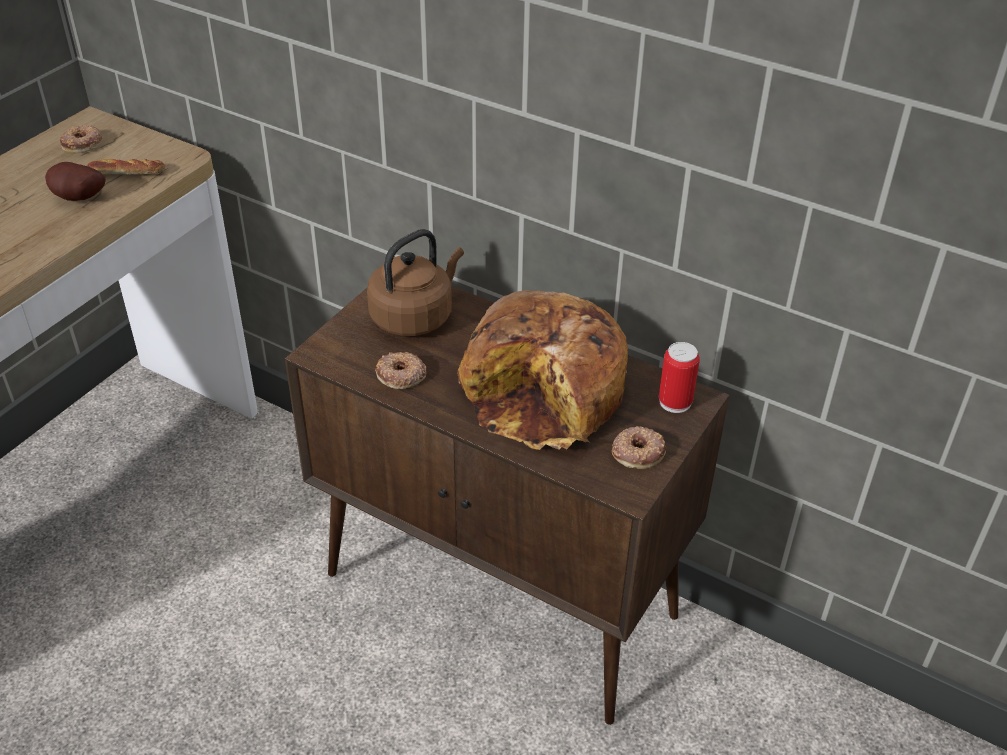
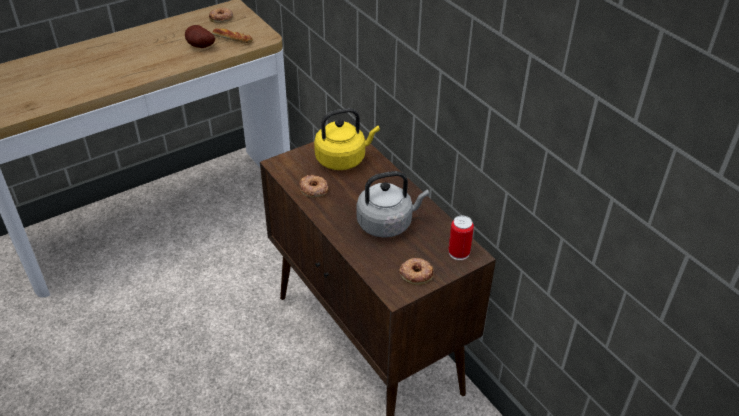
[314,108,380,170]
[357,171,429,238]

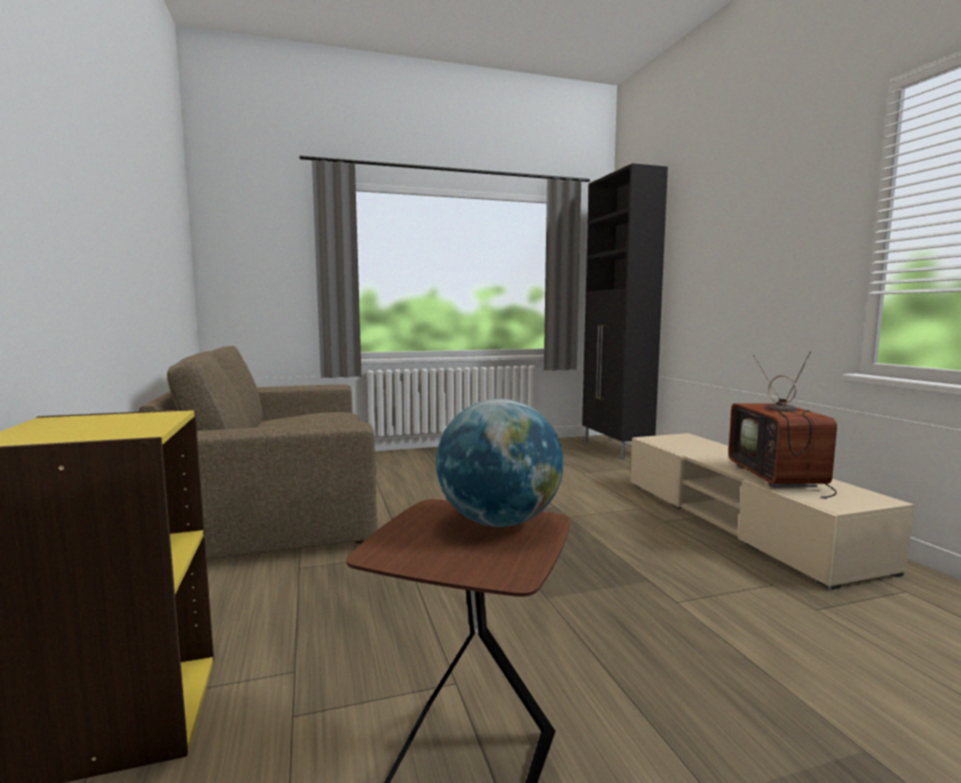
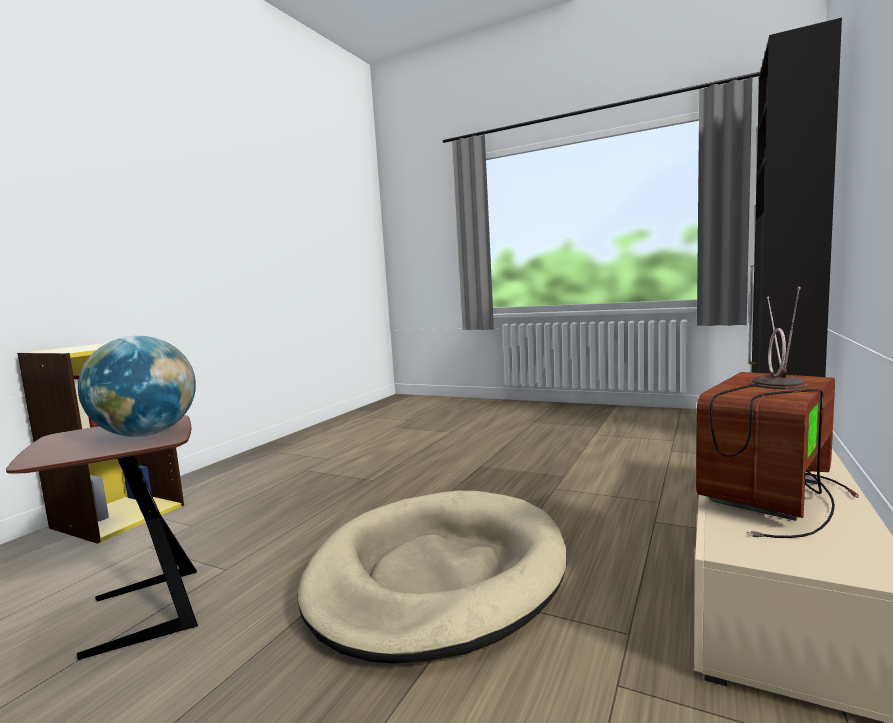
[298,491,567,664]
[139,346,377,559] (first image)

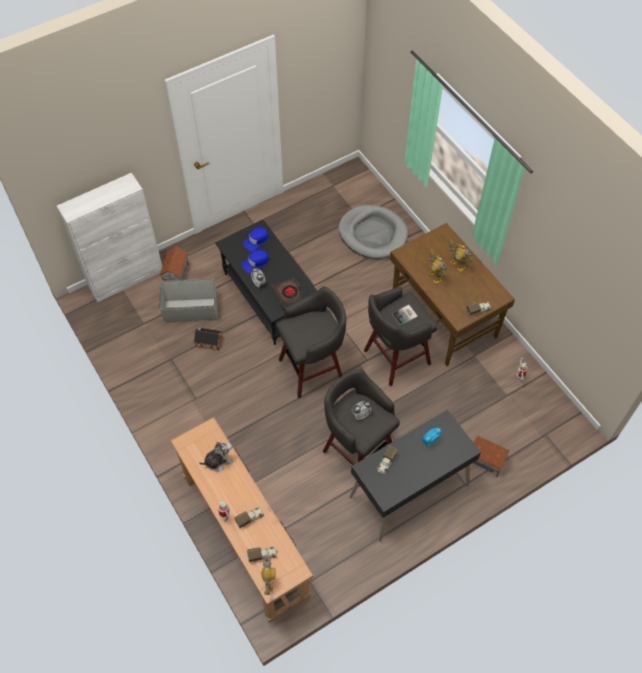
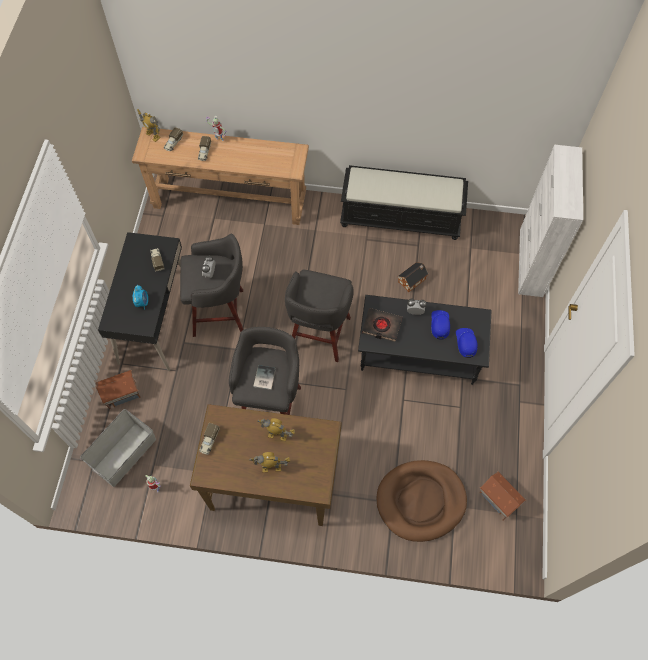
[80,409,156,487]
[340,165,468,240]
[377,460,467,542]
[480,471,526,521]
[199,442,233,471] (first image)

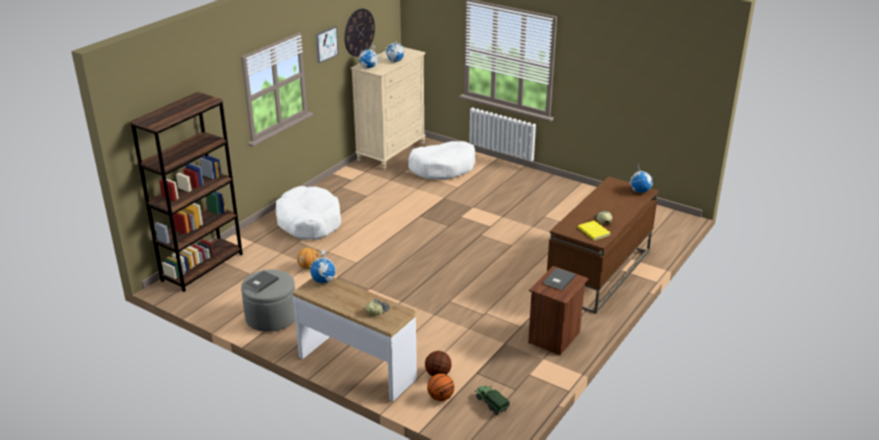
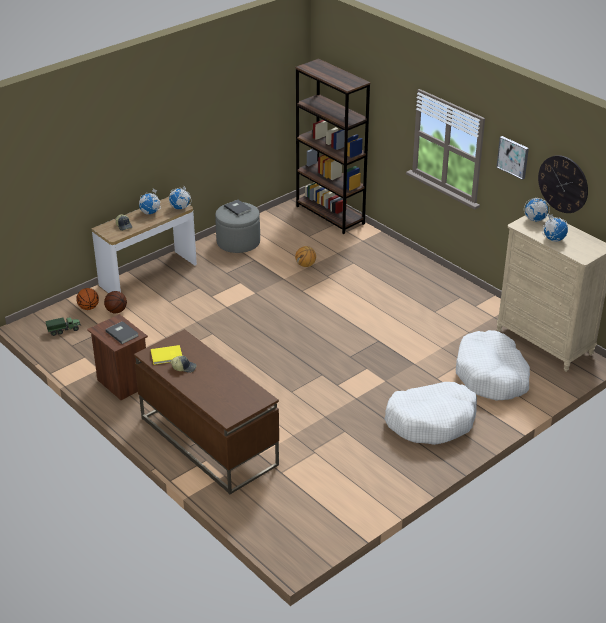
[139,188,161,215]
[384,382,477,445]

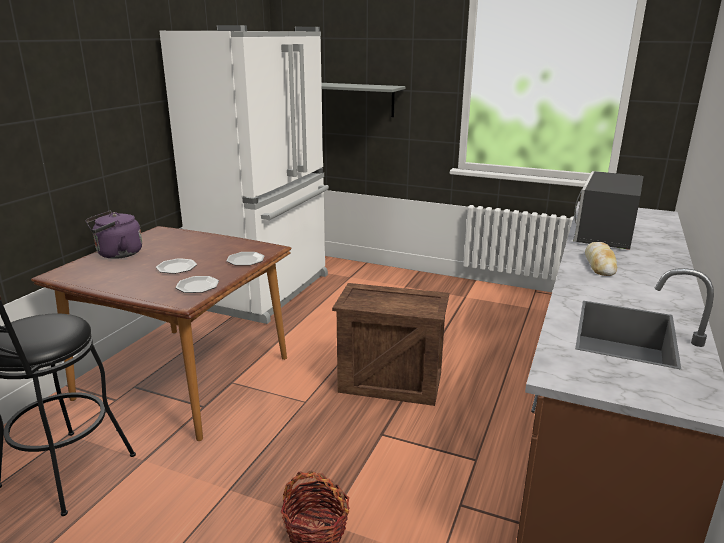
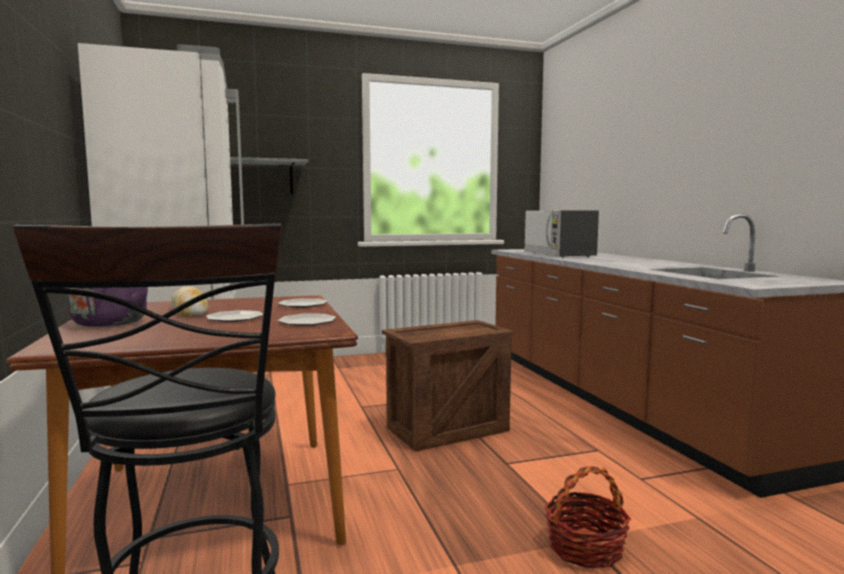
[171,286,208,317]

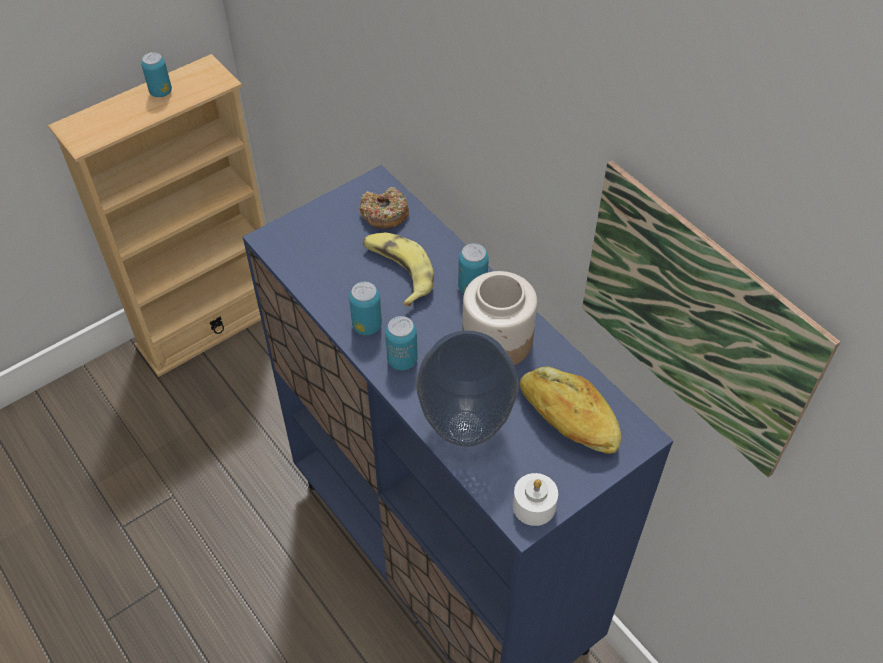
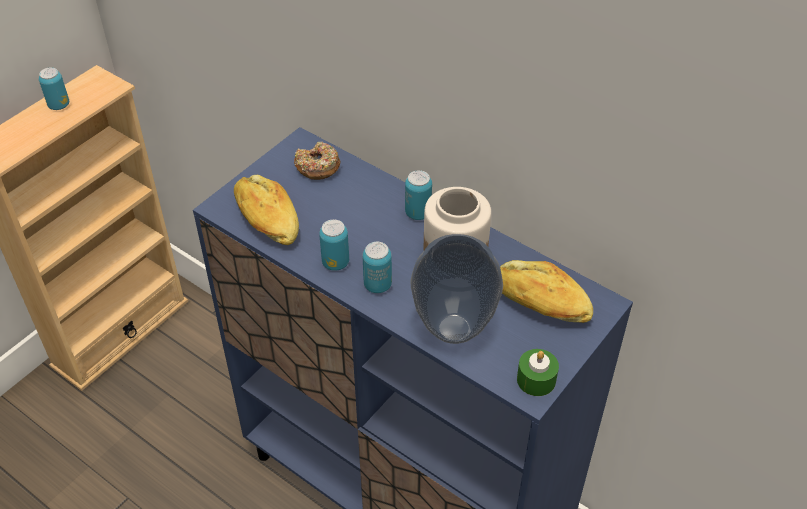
[234,175,299,245]
[517,349,559,396]
[363,233,434,307] (first image)
[582,161,840,478] (first image)

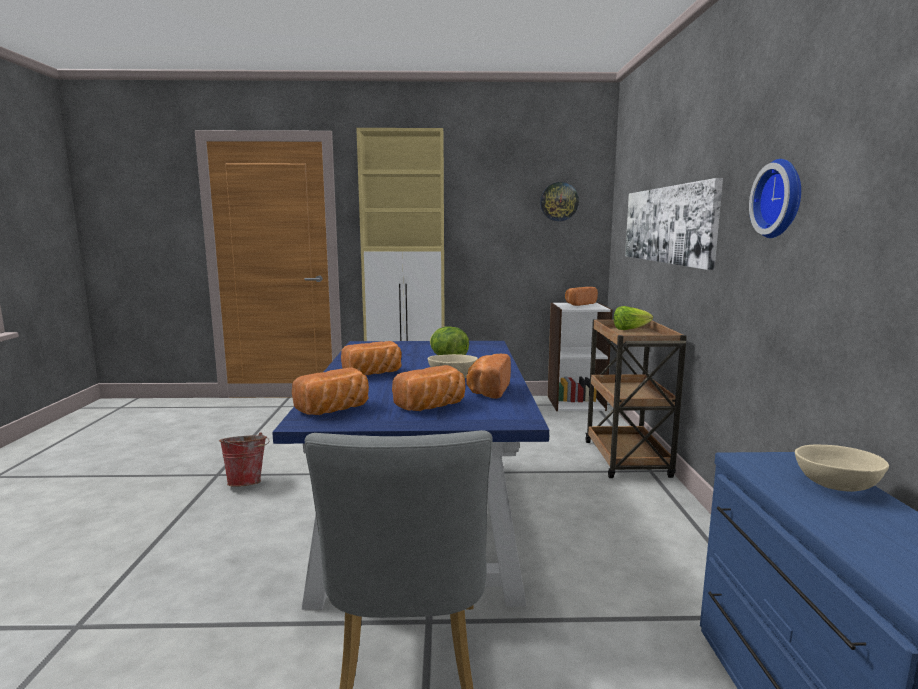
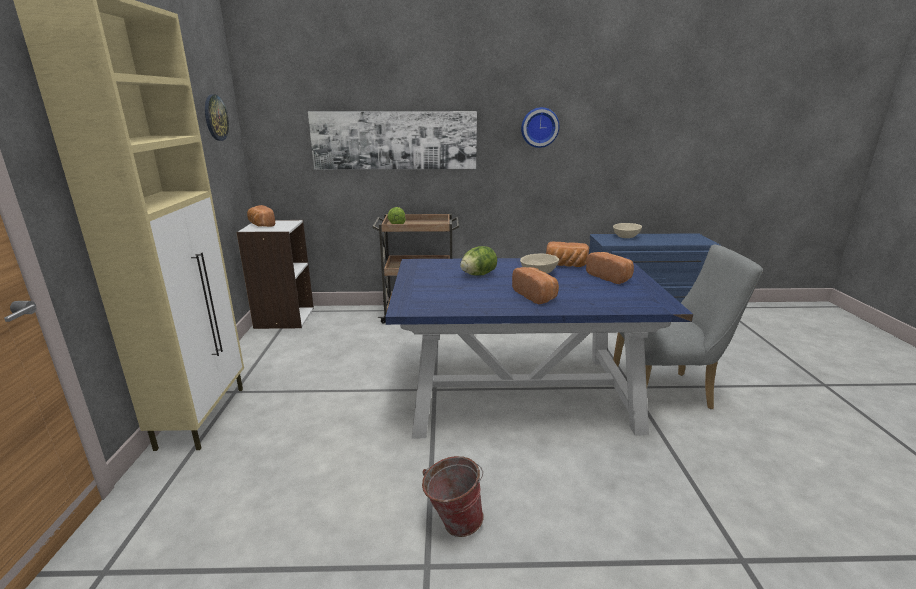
[292,367,369,415] (first image)

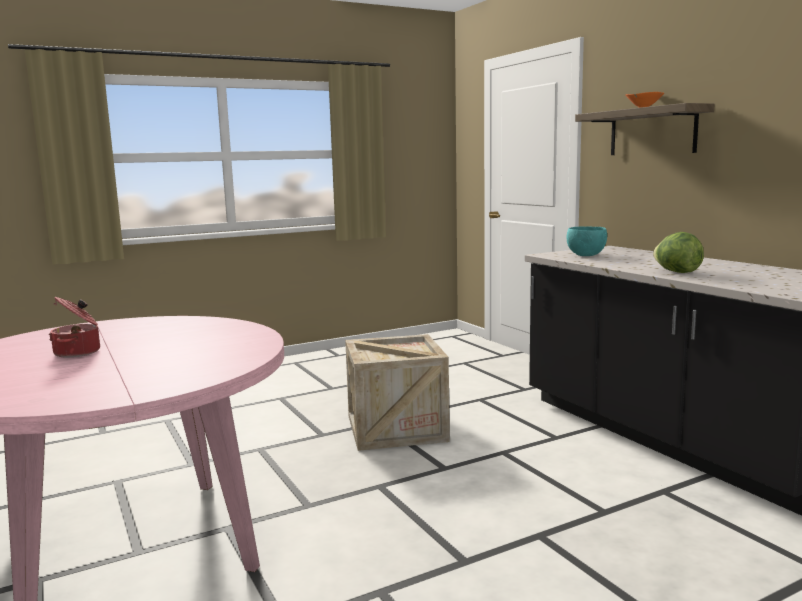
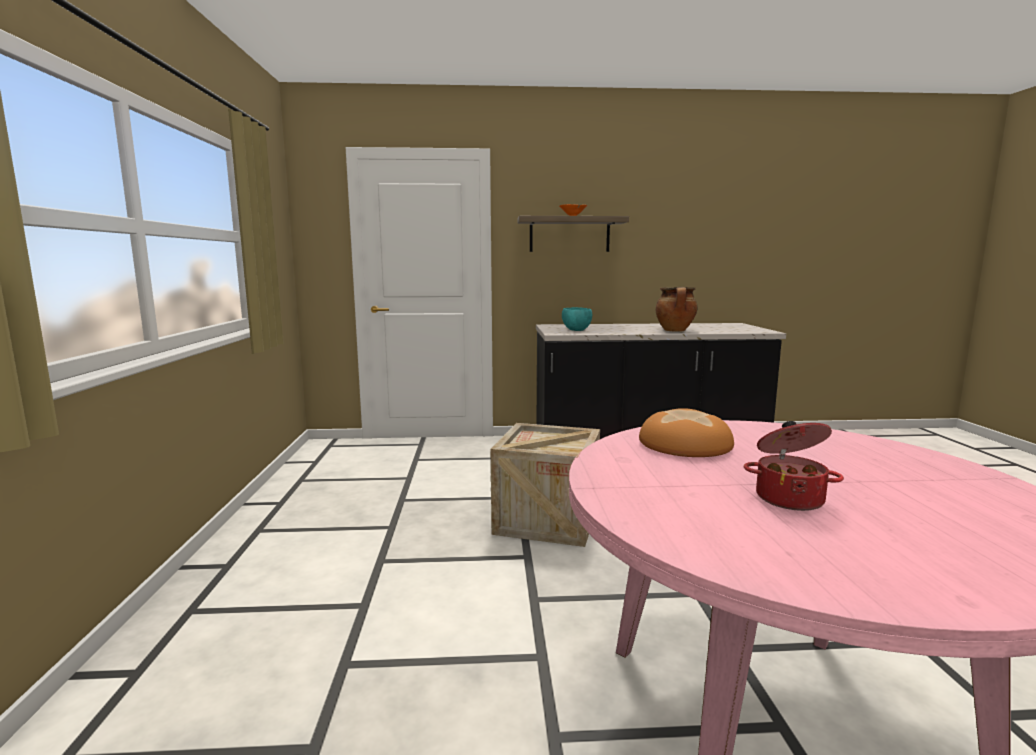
[639,408,734,457]
[656,287,697,332]

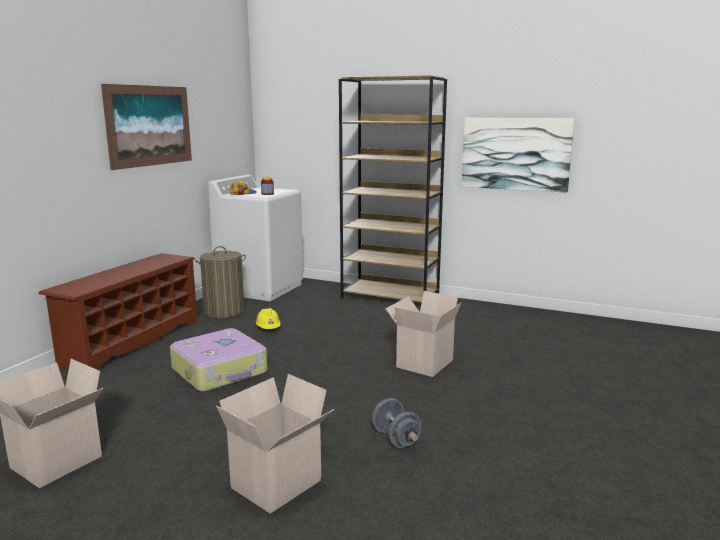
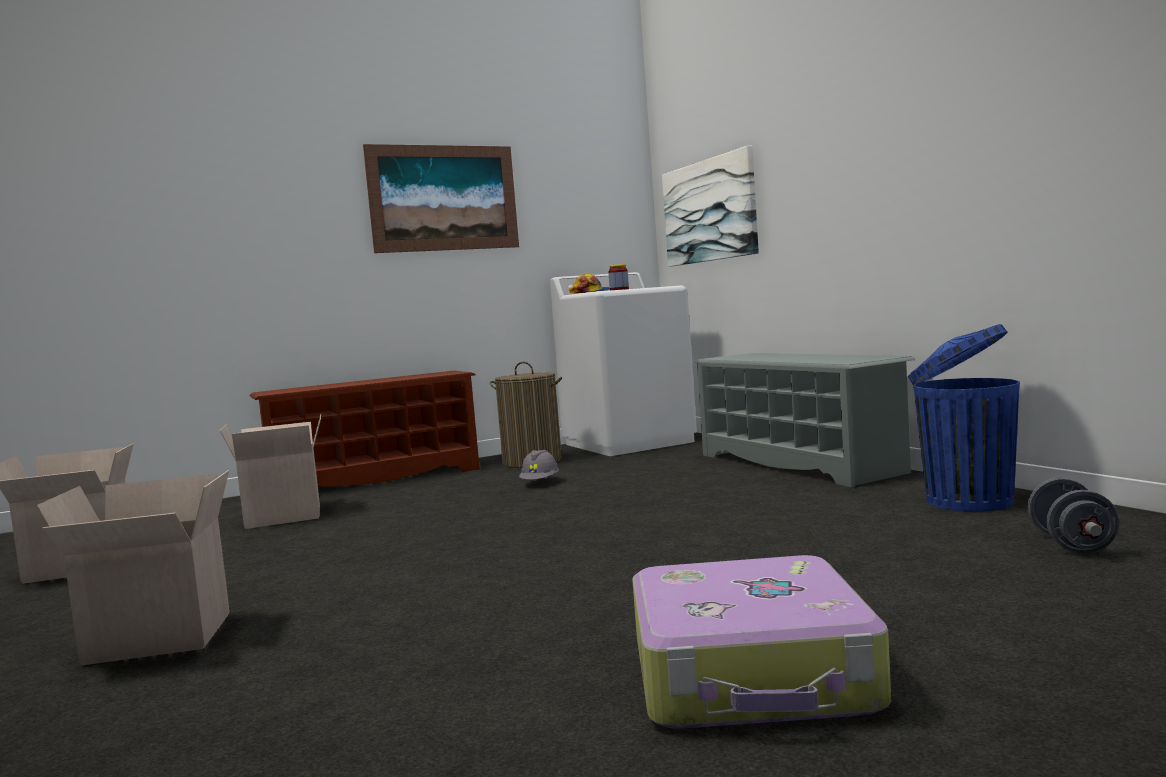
[220,414,321,529]
[519,450,559,480]
[632,555,891,729]
[662,146,759,267]
[694,353,915,488]
[908,324,1020,512]
[1028,478,1119,554]

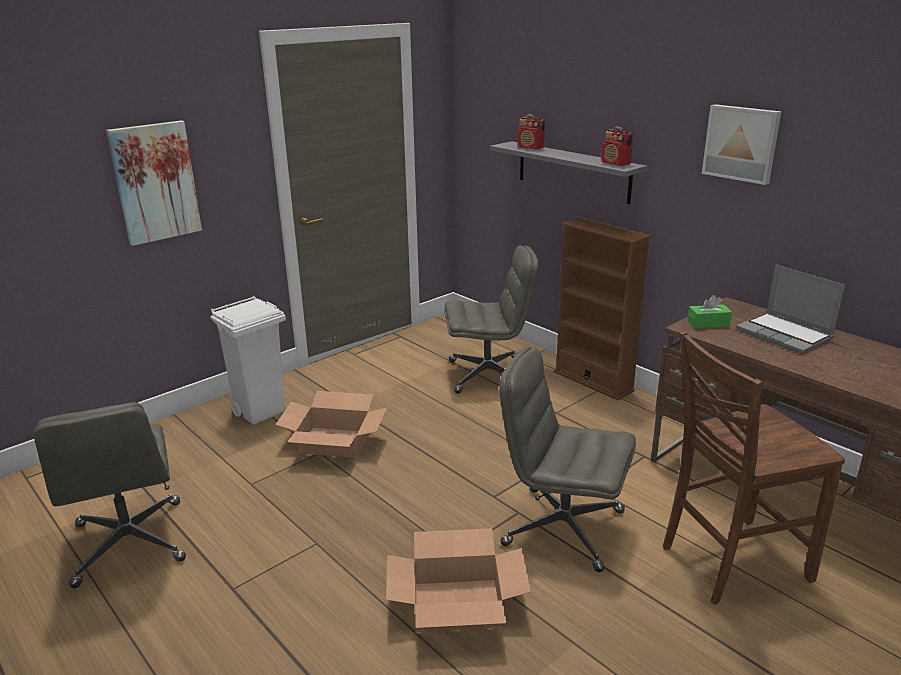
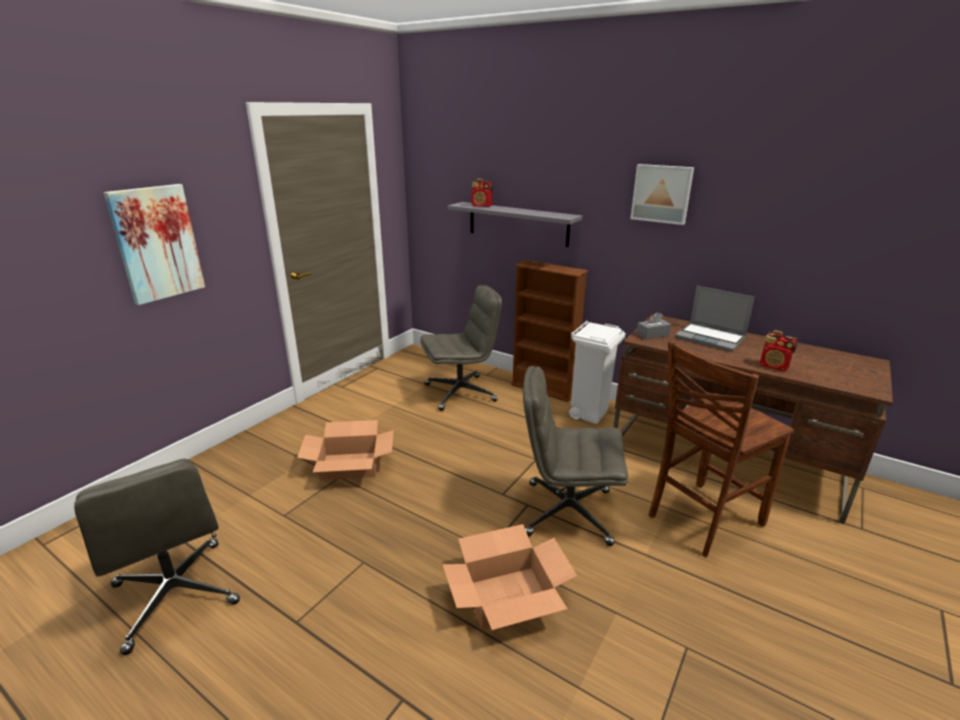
[569,320,626,424]
[636,312,671,340]
[760,330,798,371]

